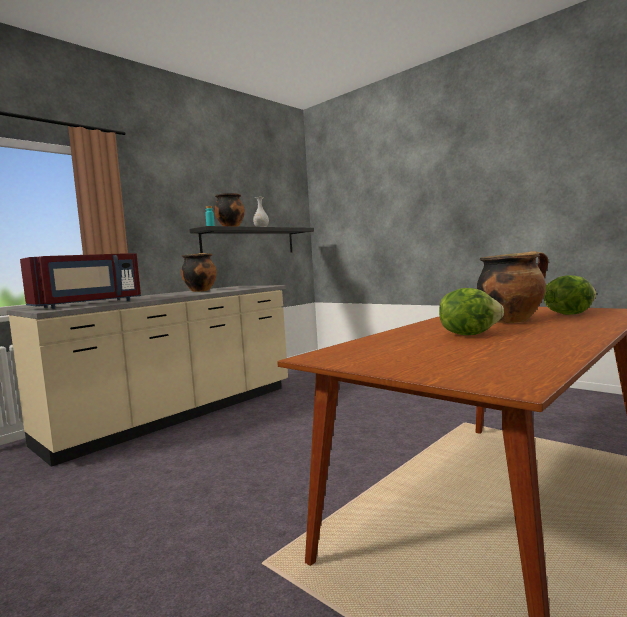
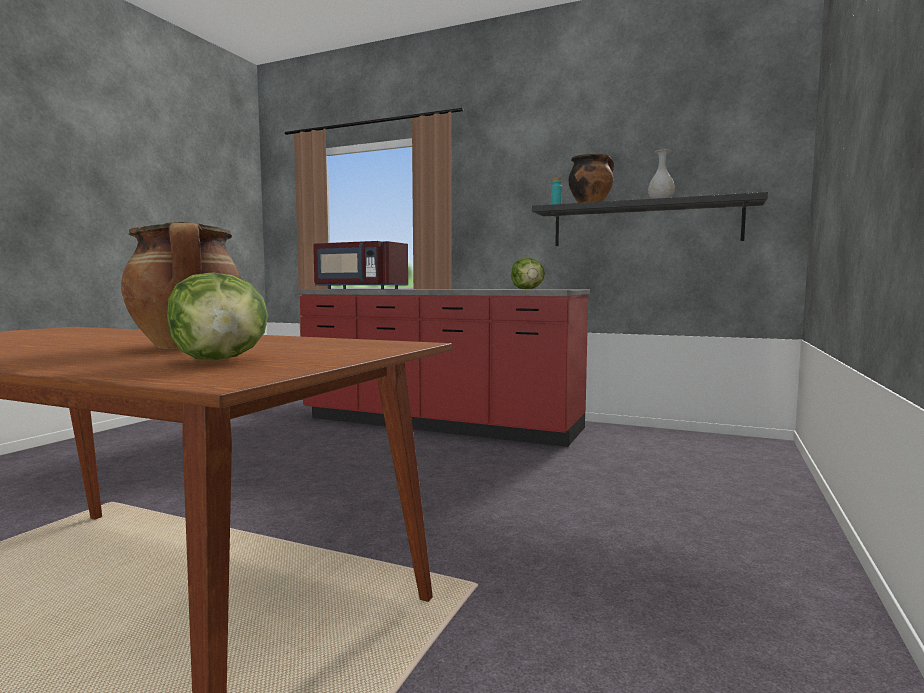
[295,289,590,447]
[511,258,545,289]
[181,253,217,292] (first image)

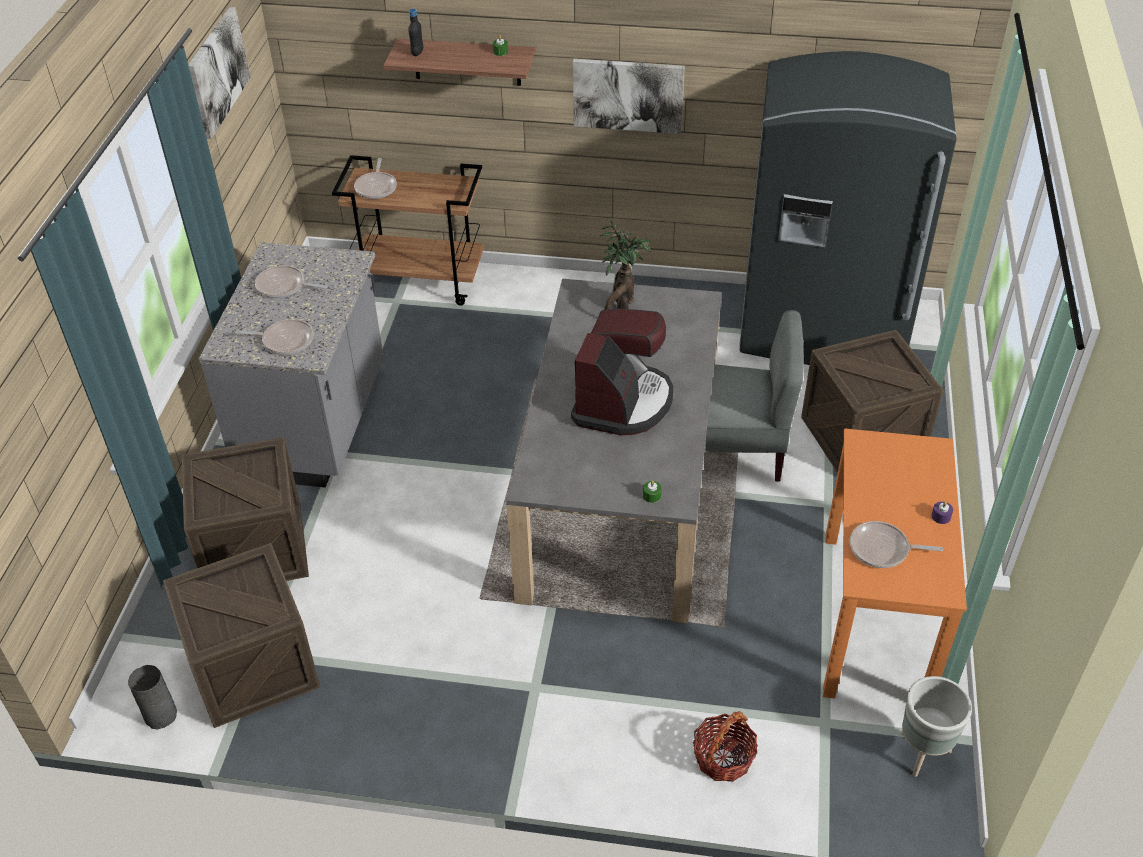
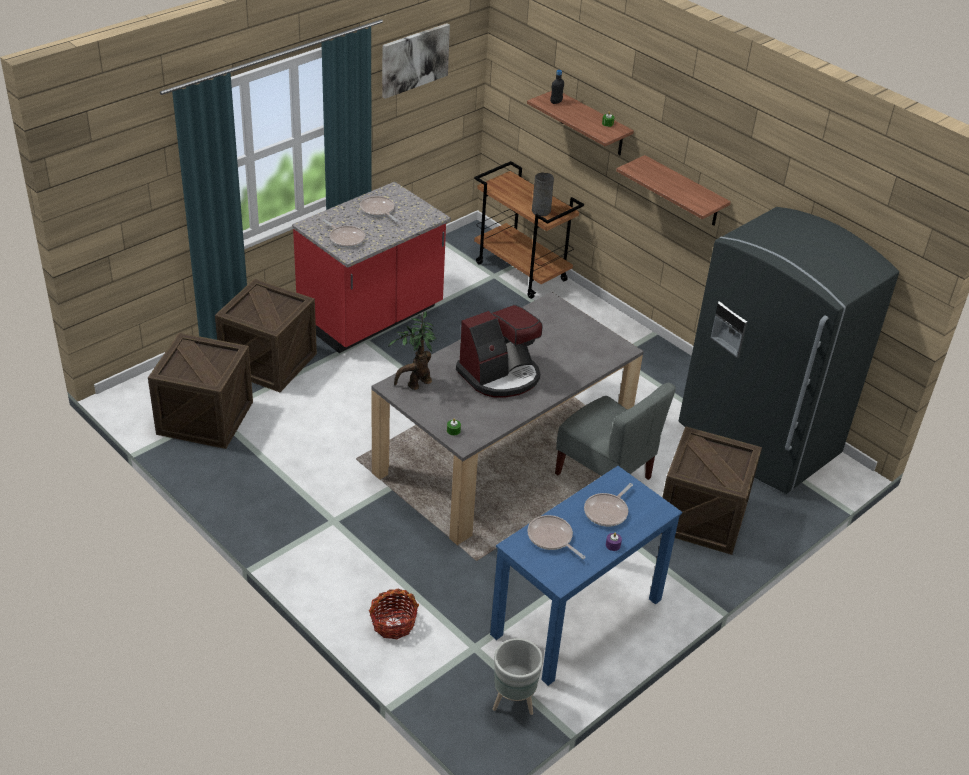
[292,182,451,353]
[388,311,436,390]
[490,466,682,686]
[532,172,554,216]
[584,483,633,527]
[616,155,731,226]

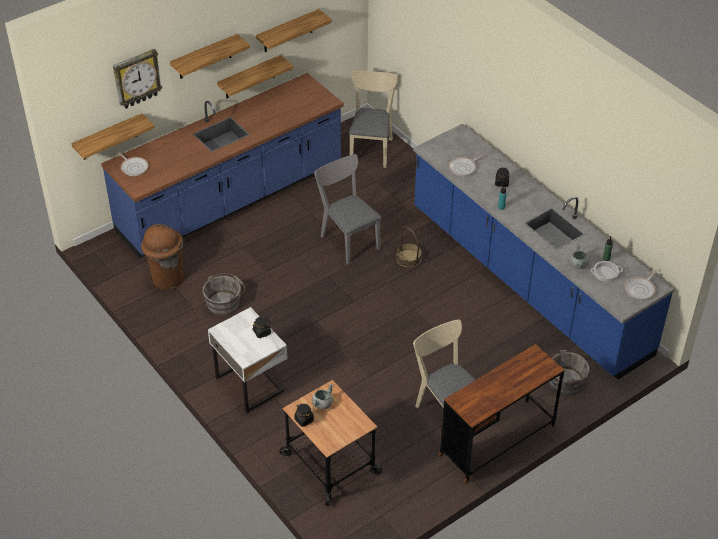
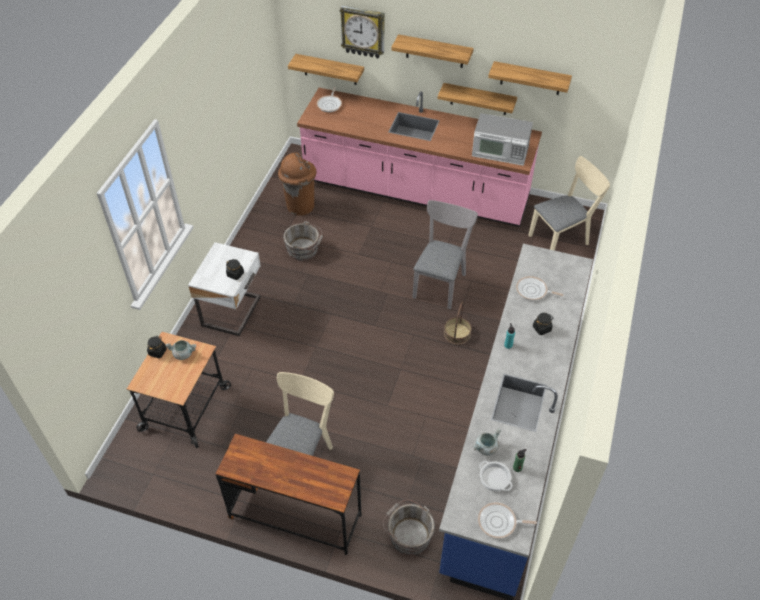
[297,88,542,227]
[472,113,533,166]

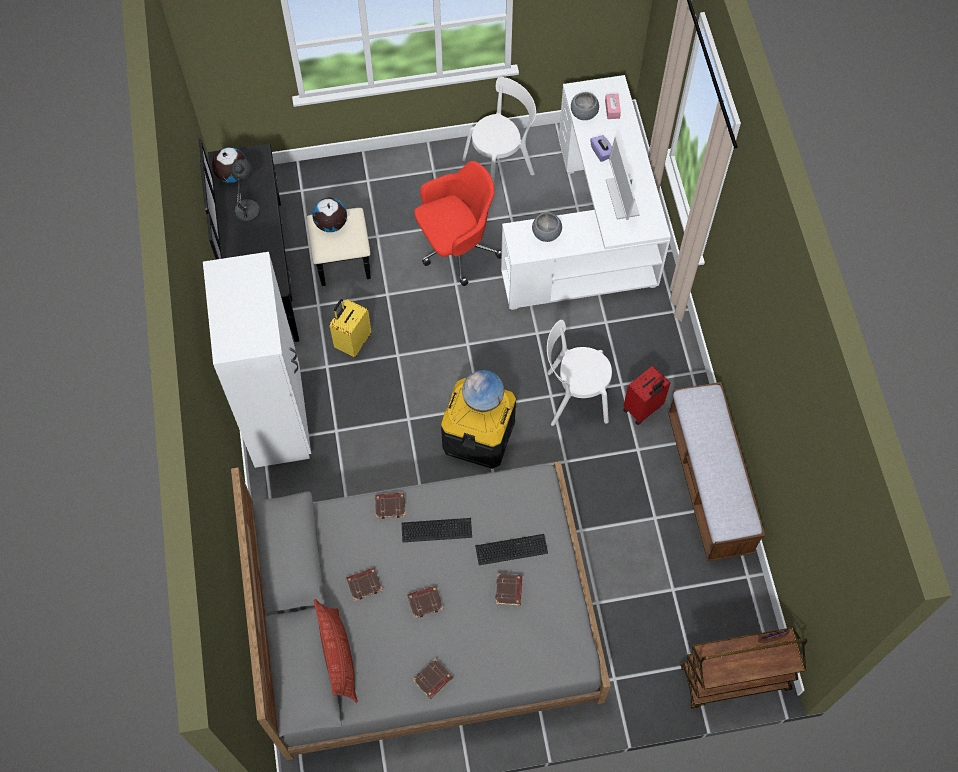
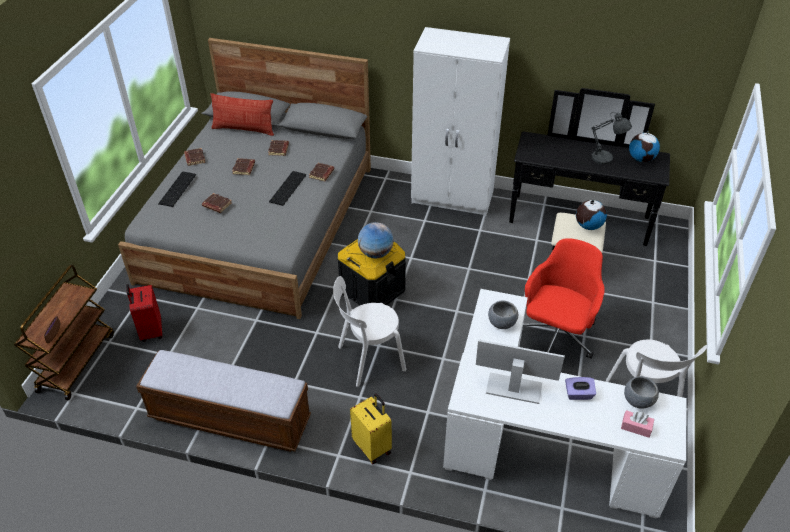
[126,284,162,342]
[158,172,196,207]
[333,276,406,387]
[350,394,392,464]
[523,238,605,359]

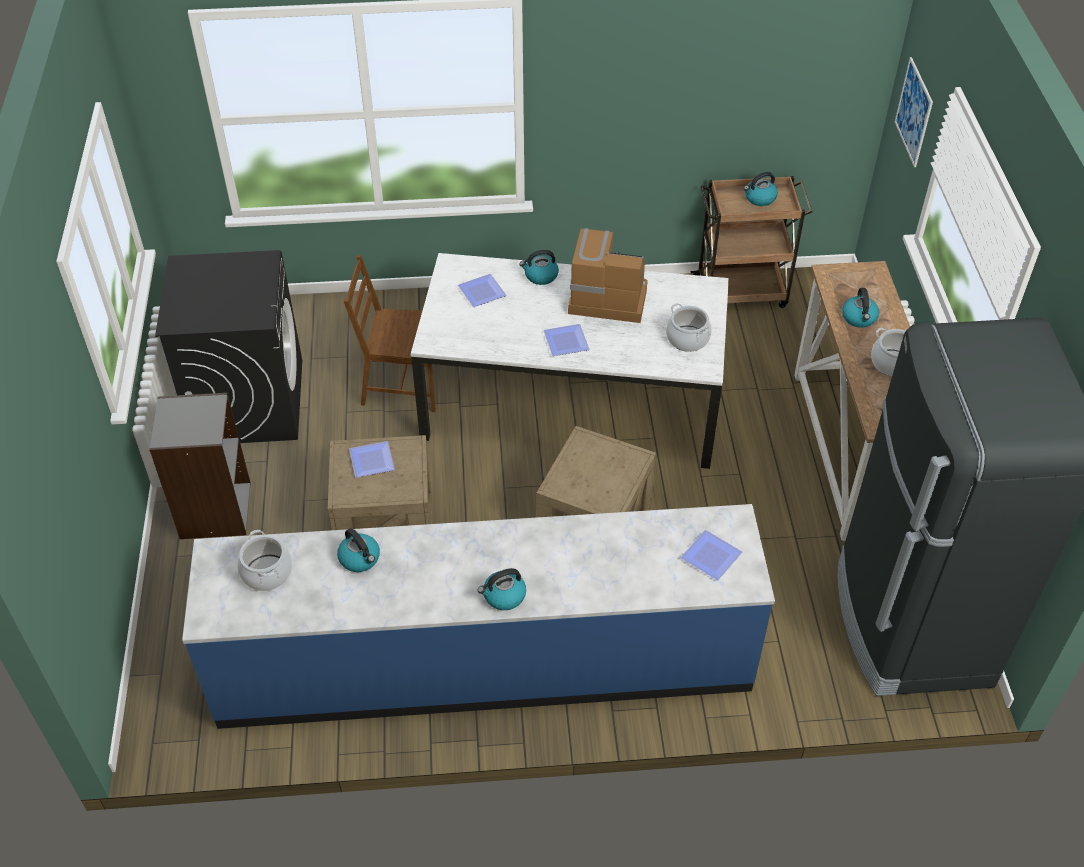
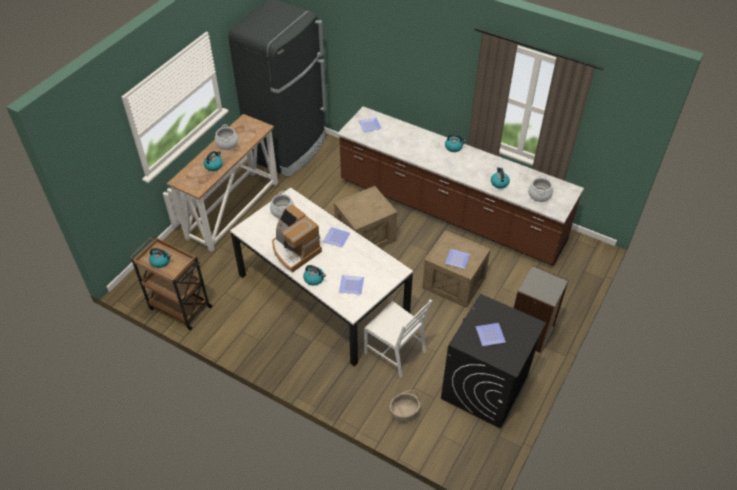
[337,106,584,266]
[364,299,432,377]
[389,390,420,422]
[476,323,506,346]
[895,57,933,167] (first image)

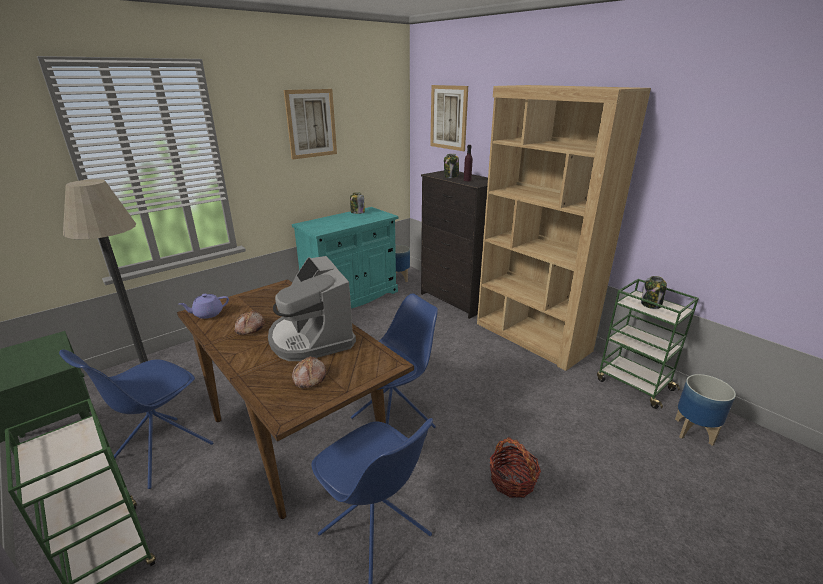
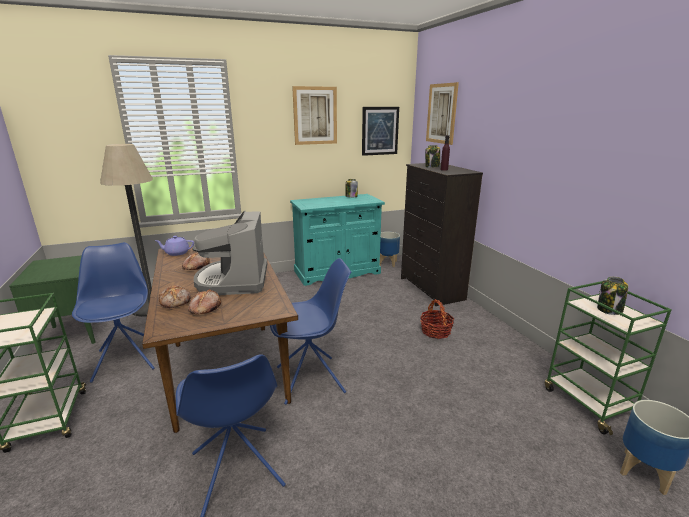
[72,242,155,383]
[159,285,191,308]
[362,107,399,156]
[420,299,454,339]
[477,85,651,371] (first image)

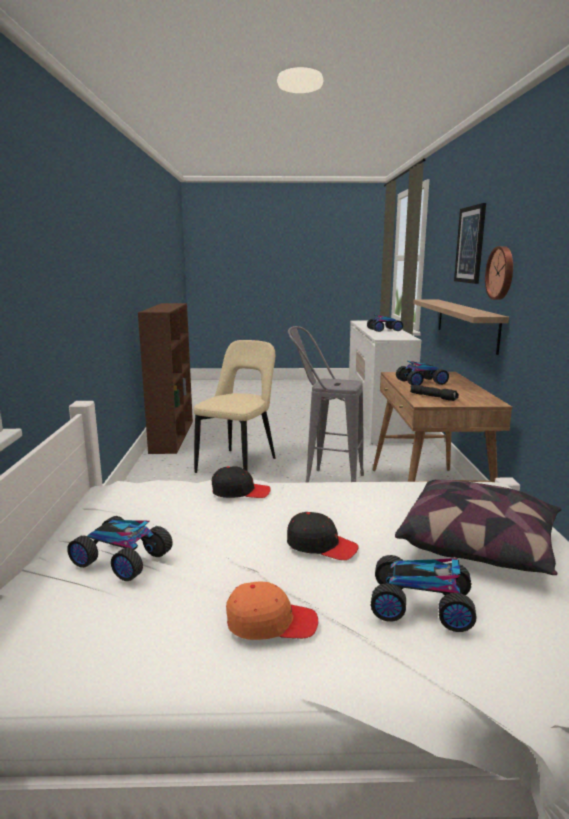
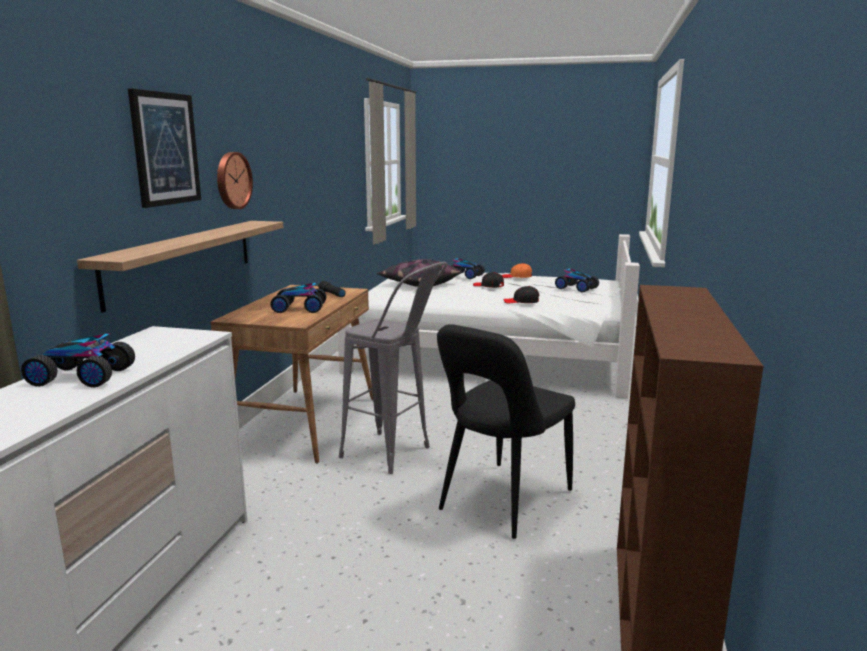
[437,324,575,539]

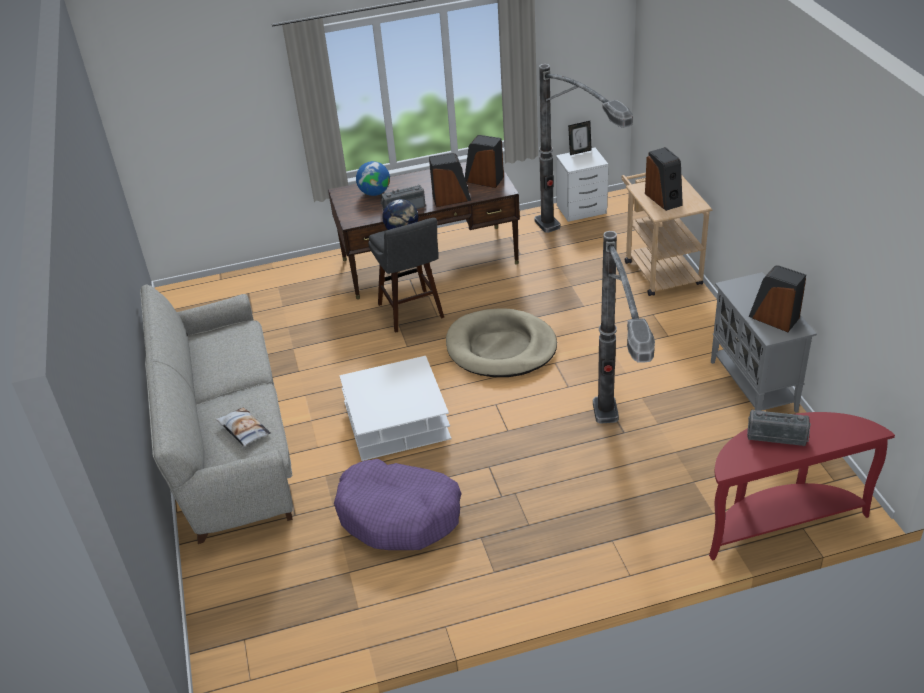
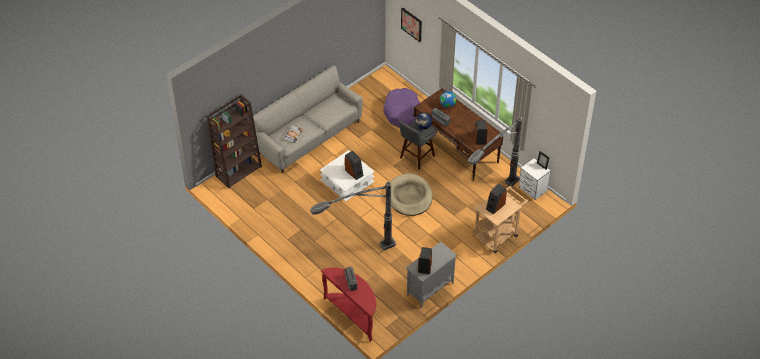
[207,95,262,189]
[345,151,363,180]
[383,88,420,128]
[401,8,422,42]

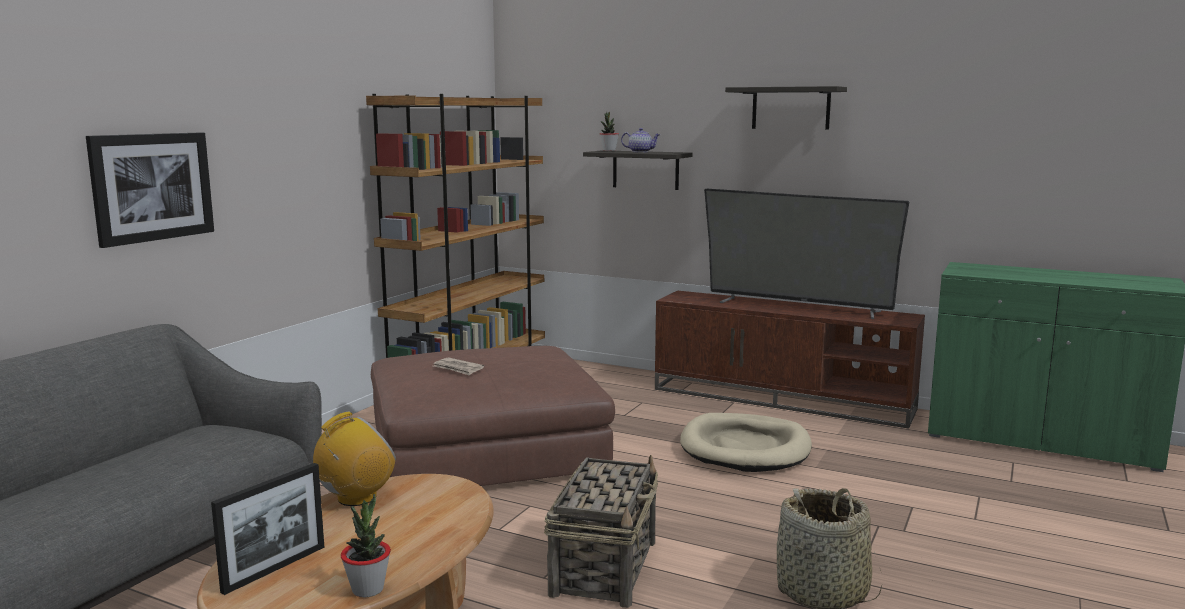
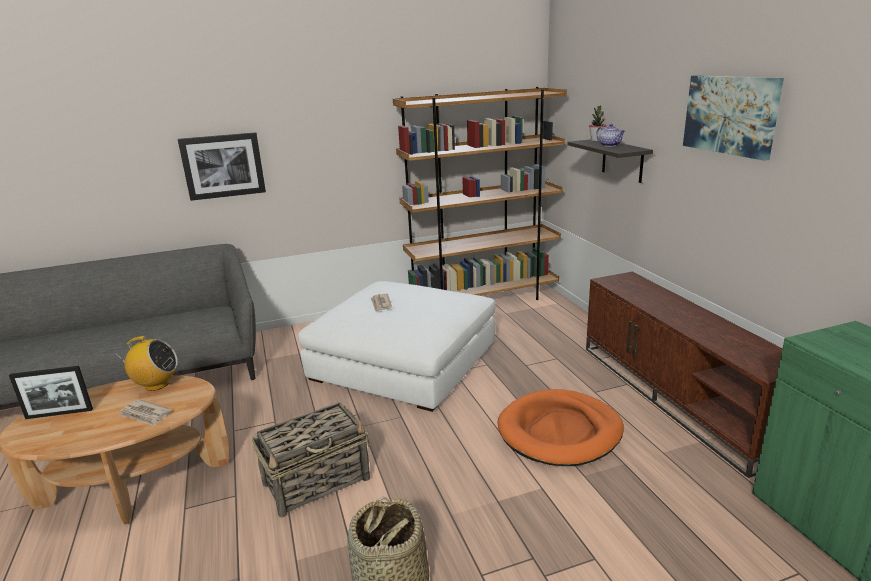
[119,399,171,426]
[298,281,496,412]
[497,389,624,466]
[683,75,784,161]
[341,494,391,597] (first image)
[704,189,909,319] (first image)

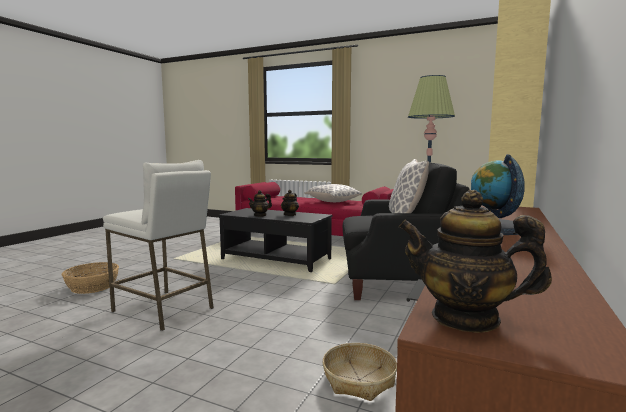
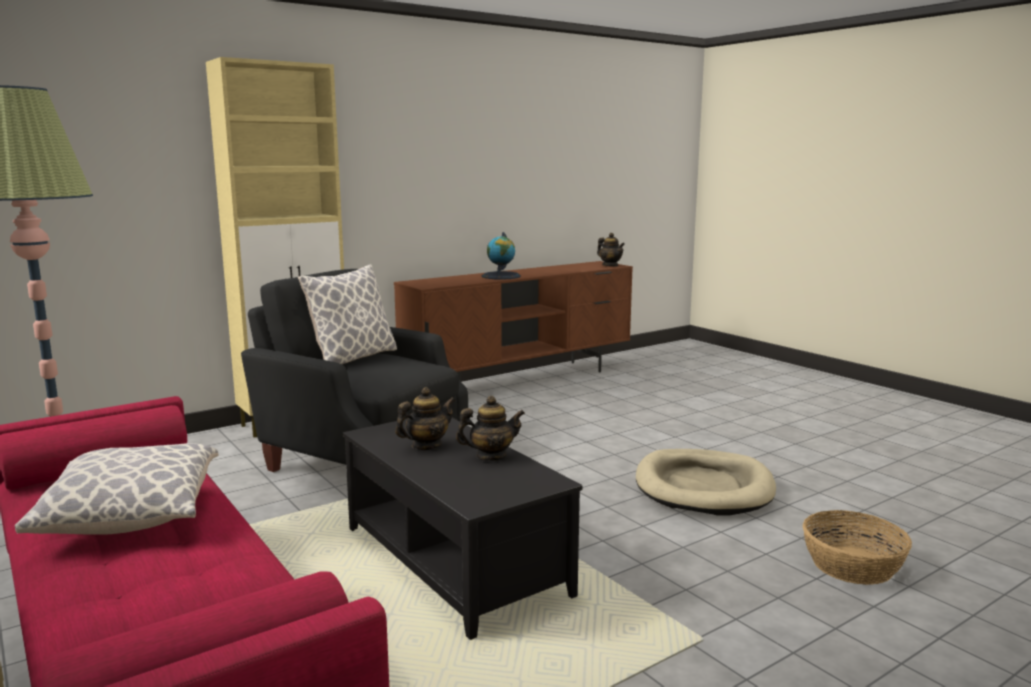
[636,449,776,516]
[323,343,397,401] (first image)

